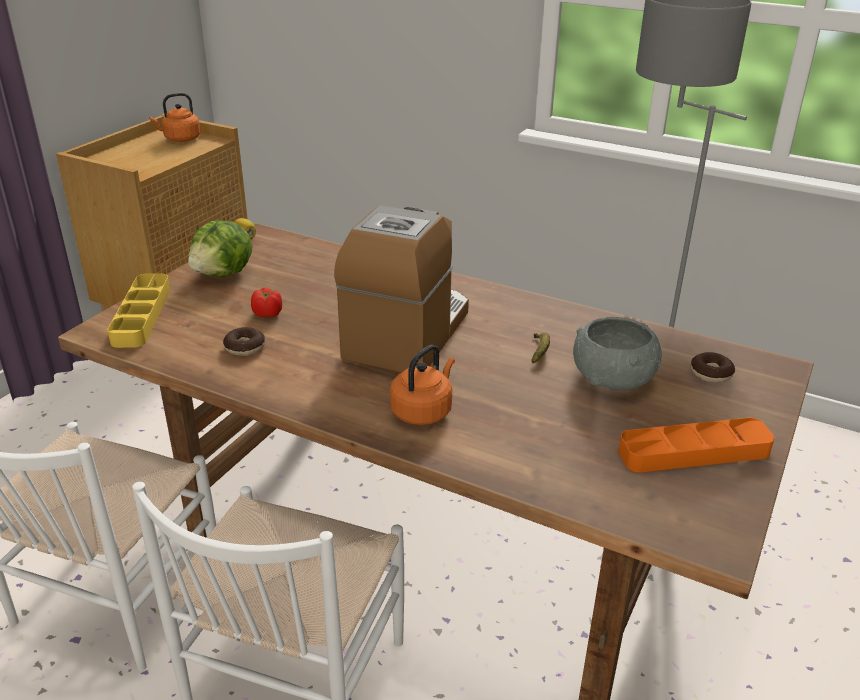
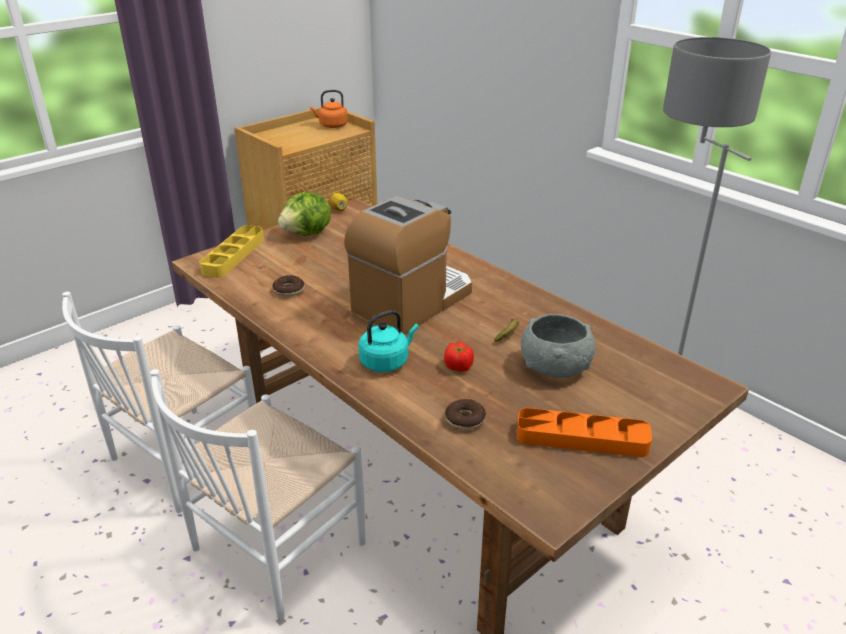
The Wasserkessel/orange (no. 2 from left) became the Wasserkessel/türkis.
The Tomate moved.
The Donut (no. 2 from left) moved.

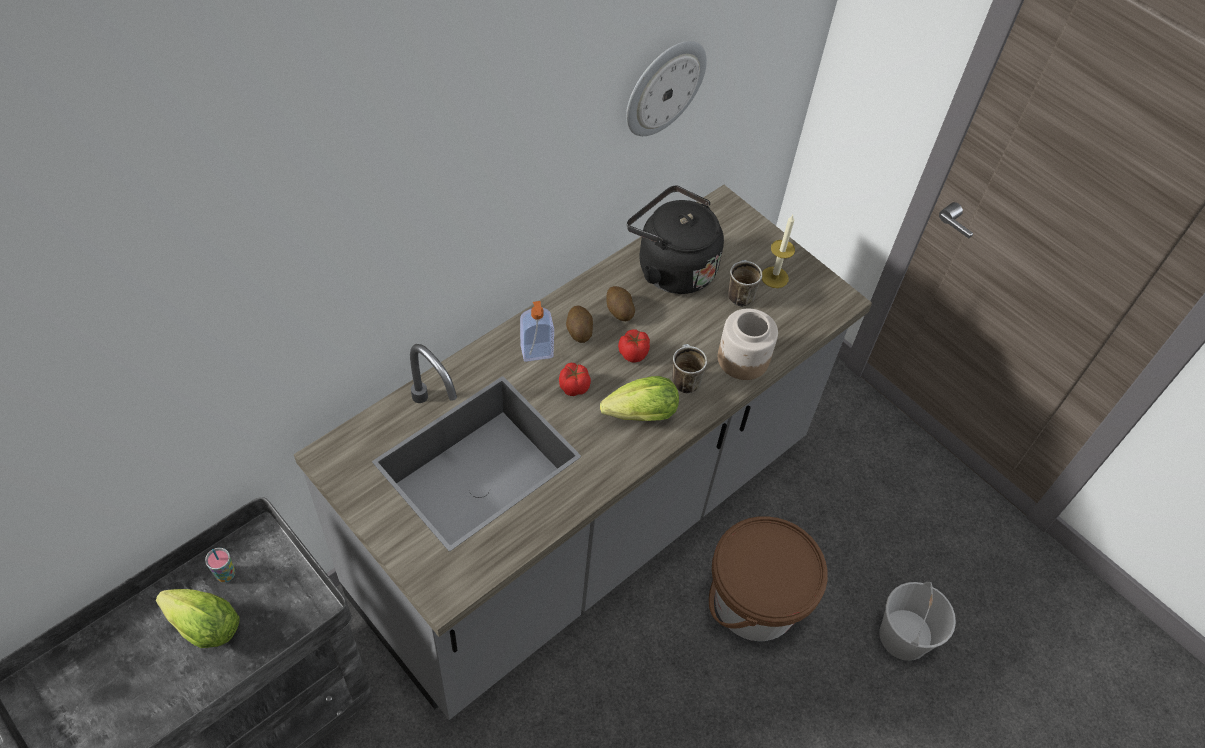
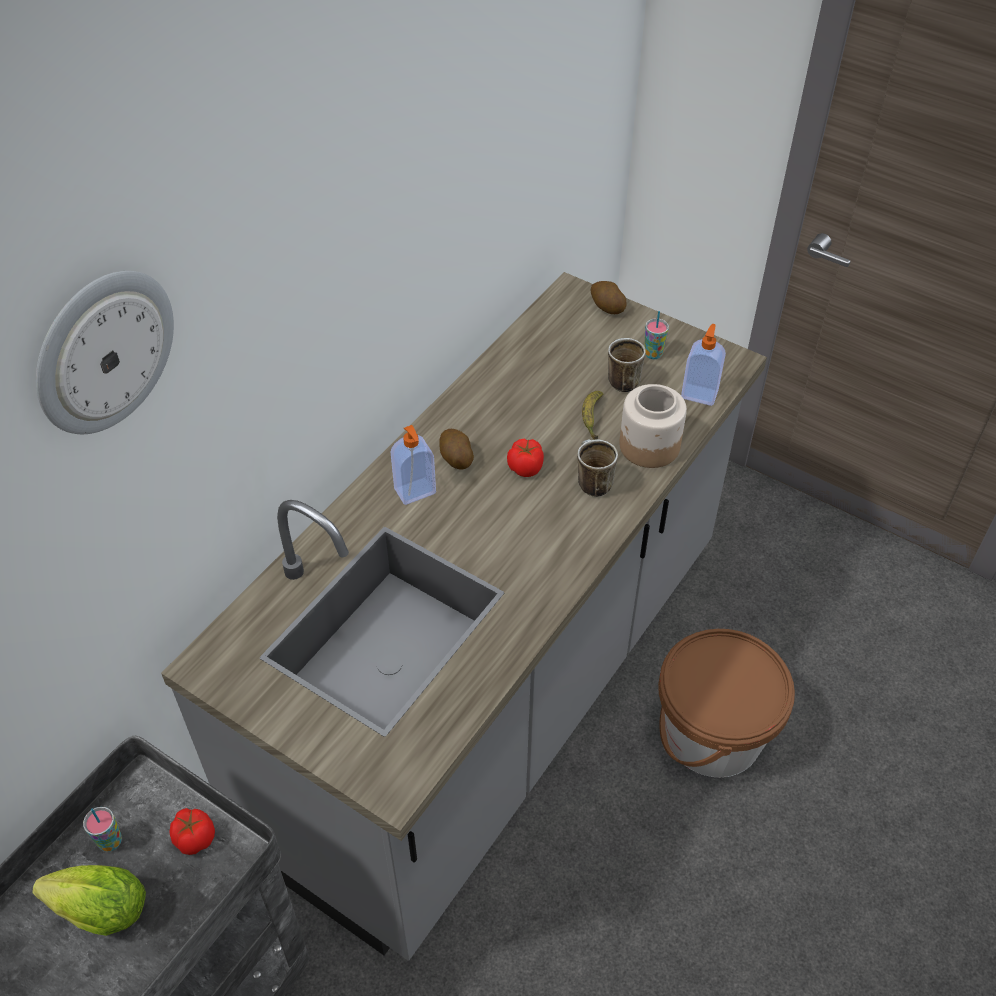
The Wanduhr moved.
The Tomate (no. 1 from left) moved.
The Banane appeared.
The Kartoffel (no. 2 from left) moved.
The Kerze was replaced by the Tasse (no. 2 from left).
The Seifenspender (no. 2 from left) appeared.
The Salatkopf (no. 2 from left) disappeared.
The Wasserkessel/schwarz disappeared.
The Eimer/weiß disappeared.

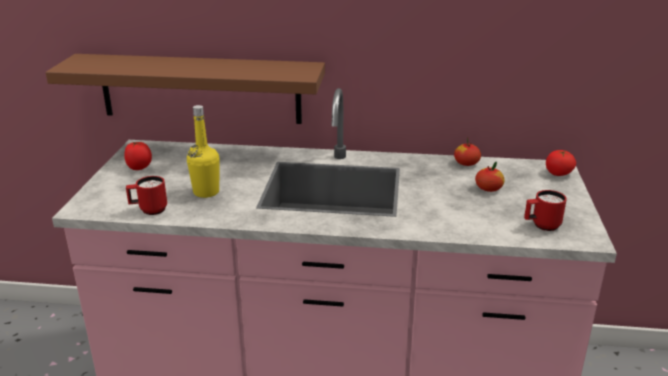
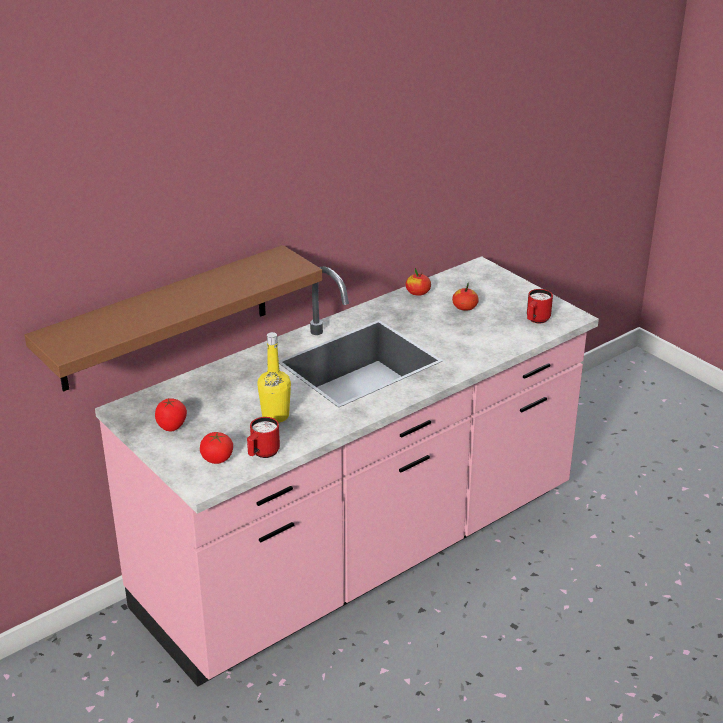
The Tomate (no. 2 from left) moved.

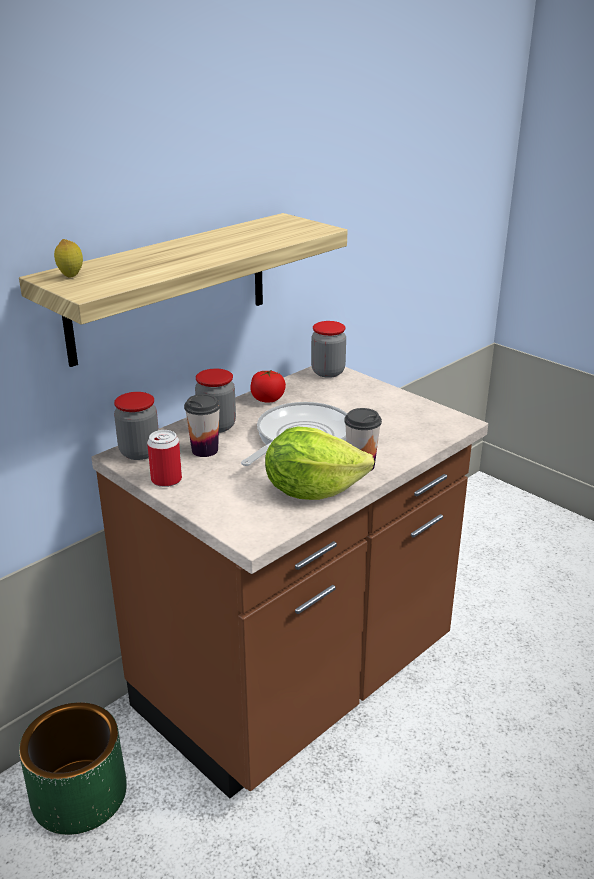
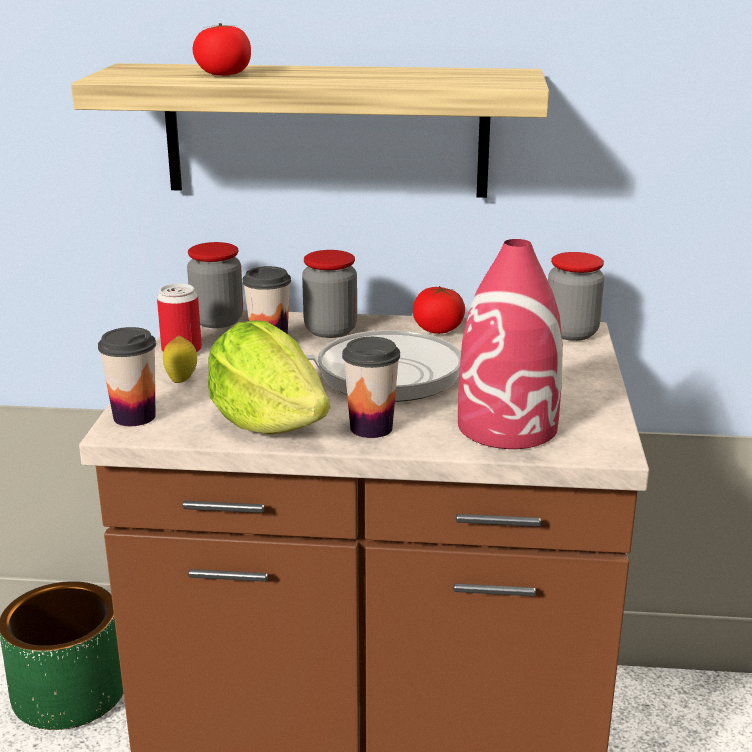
The Tasse (no. 1 from left) appeared.
The Zitrone moved.
The Tomate (no. 1 from left) appeared.
The Vase/rot appeared.

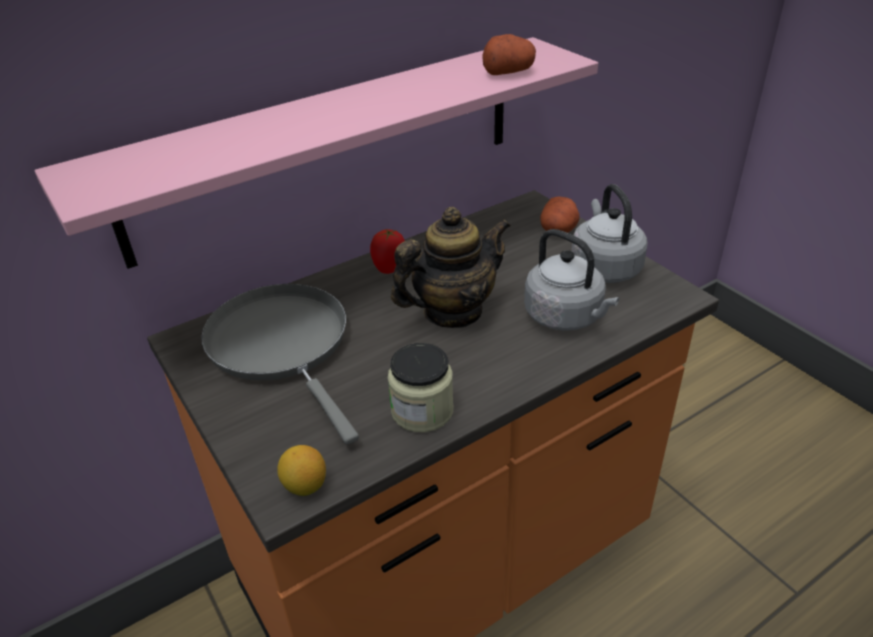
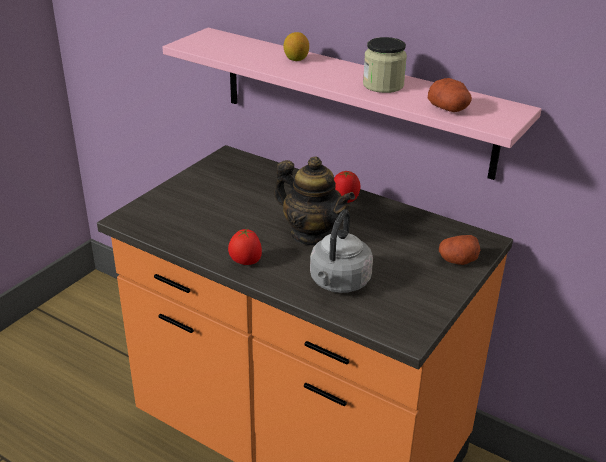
The Tomate (no. 1 from left) appeared.
The Zitrone moved.
The Vorratsglas moved.
The Pfanne/grau disappeared.
The Wasserkessel/grau (no. 2 from left) disappeared.

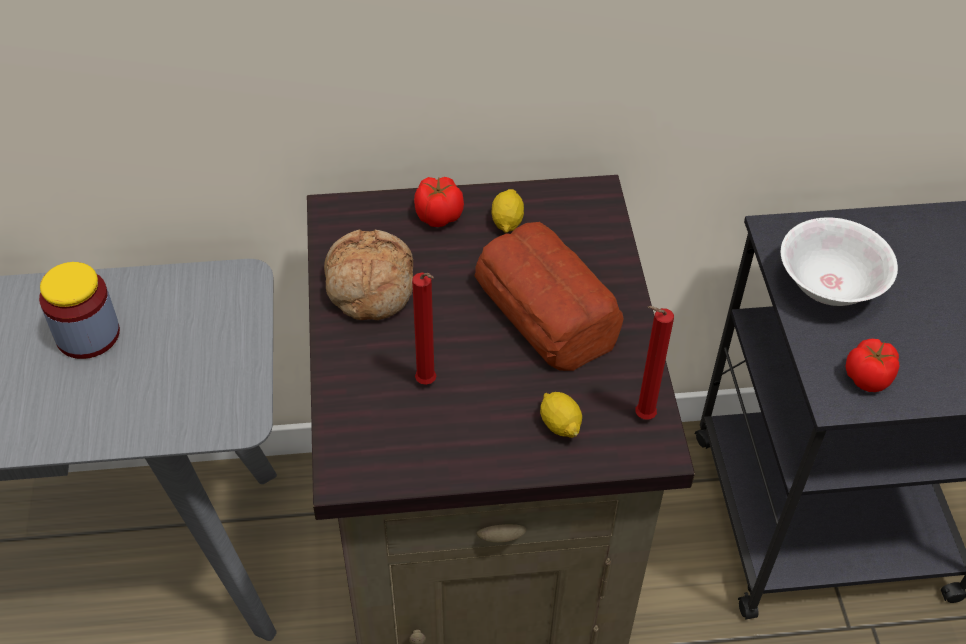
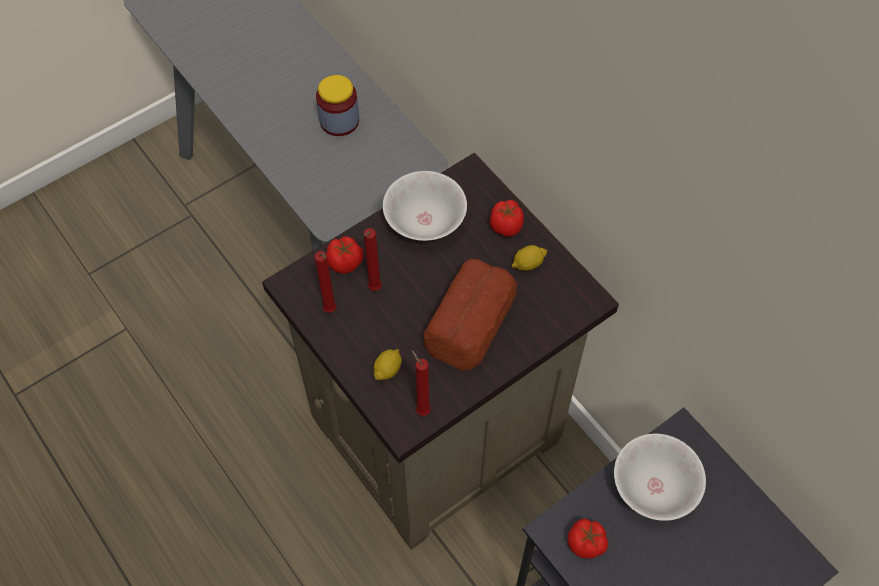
The Kerze/rot (no. 1 from left) appeared.
The Tomate (no. 1 from left) appeared.
The Brot (no. 1 from left) was replaced by the Schüssel/weiß (no. 1 from left).

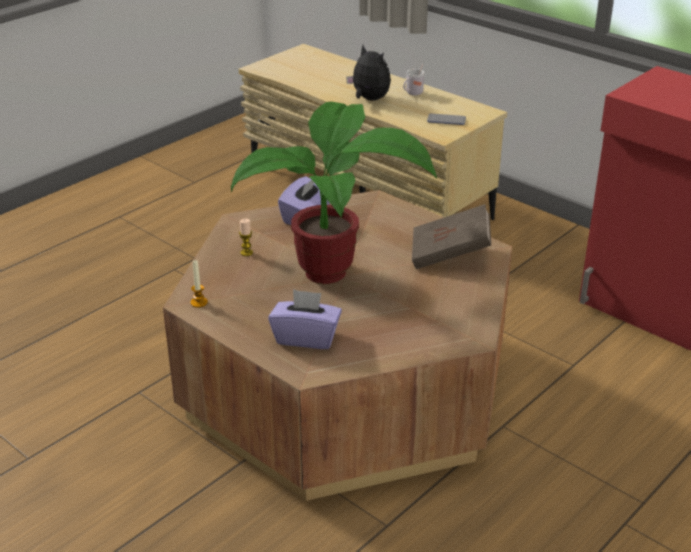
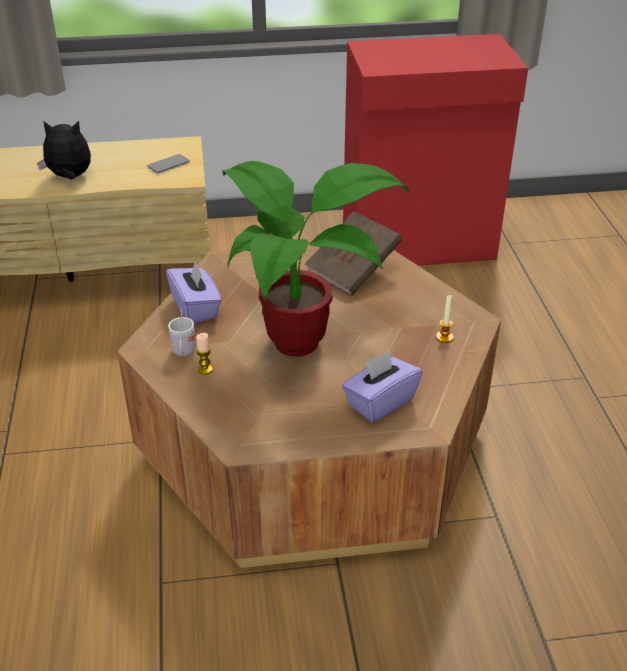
The Henkelbecher/weiß moved.
The Kerze (no. 1 from left in the first image) moved.

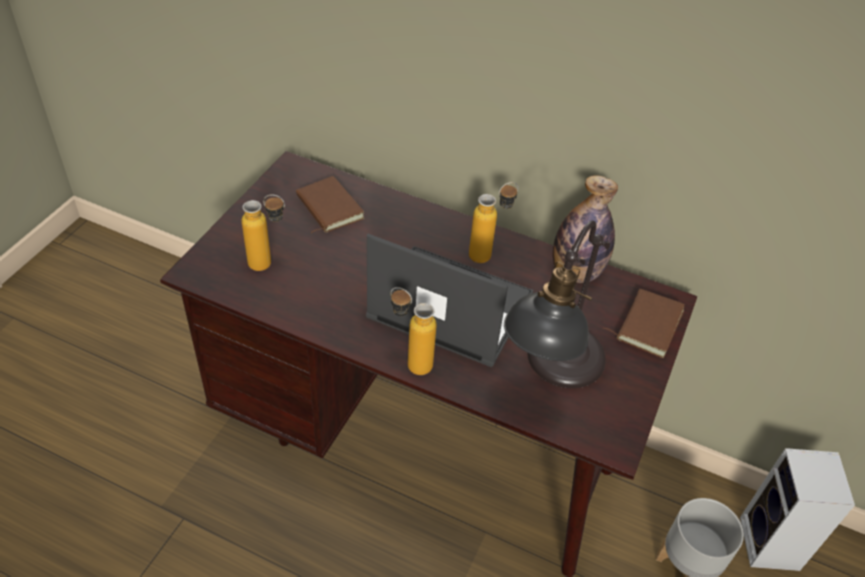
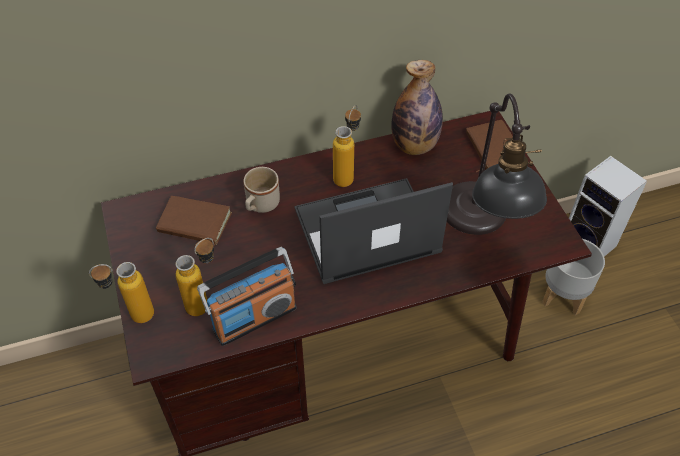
The Flasche (no. 2 from left in the first image) moved.
The Radio appeared.
The Henkelbecher/beige appeared.

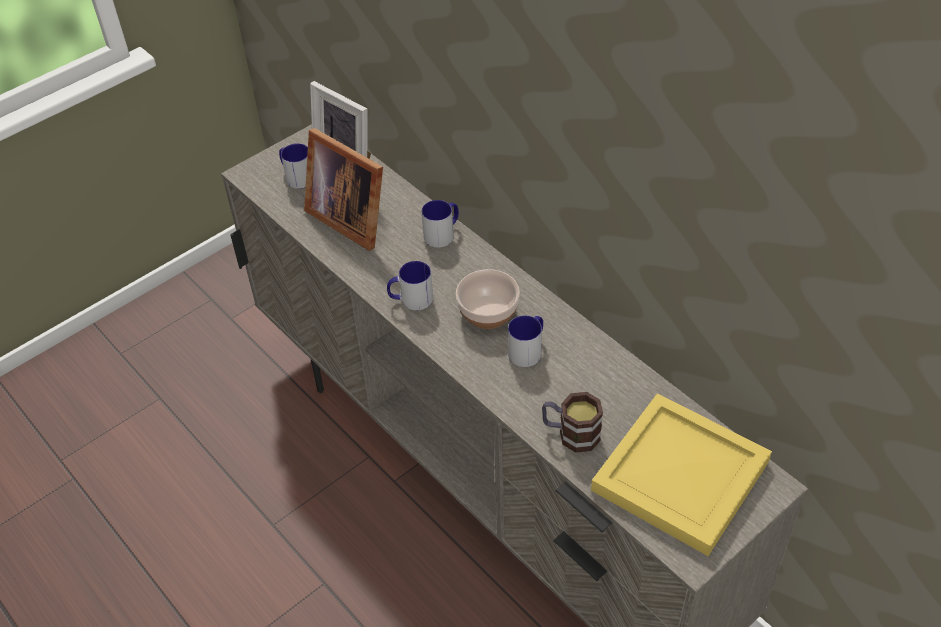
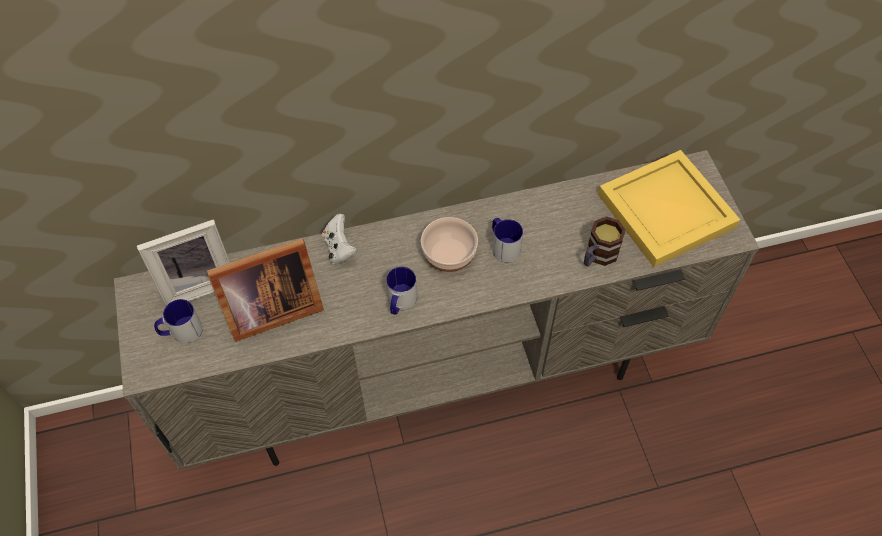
The Henkelbecher (no. 3 from left) was replaced by the Gamepad/weiß.

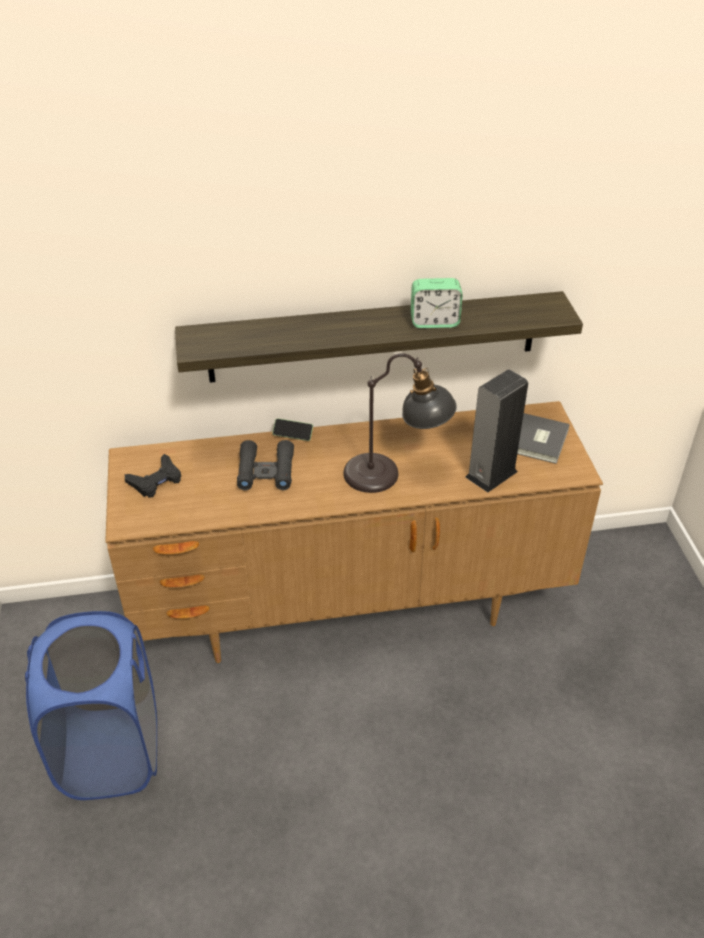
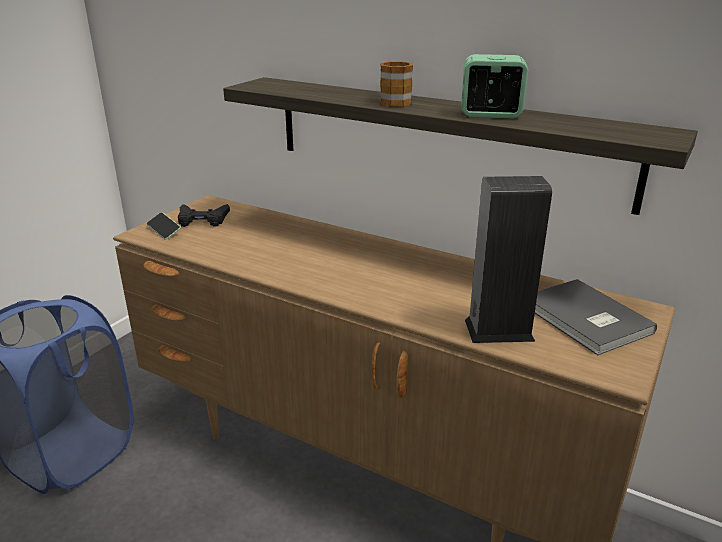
The Handy moved.
The Henkelbecher appeared.
The Wecker turned 150 degrees clockwise.
The Fernglas/schwarz disappeared.
The Tischlampe/grau disappeared.

